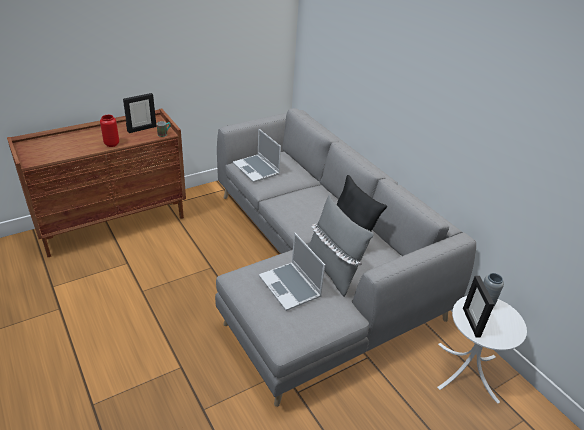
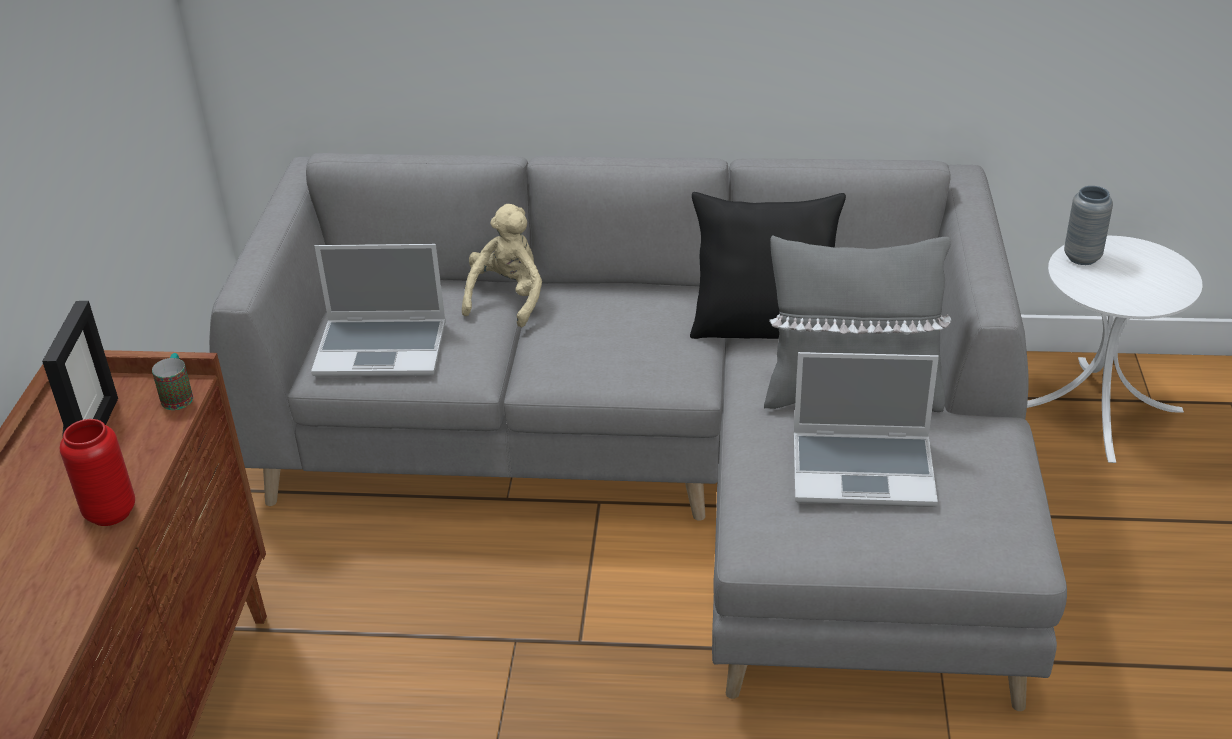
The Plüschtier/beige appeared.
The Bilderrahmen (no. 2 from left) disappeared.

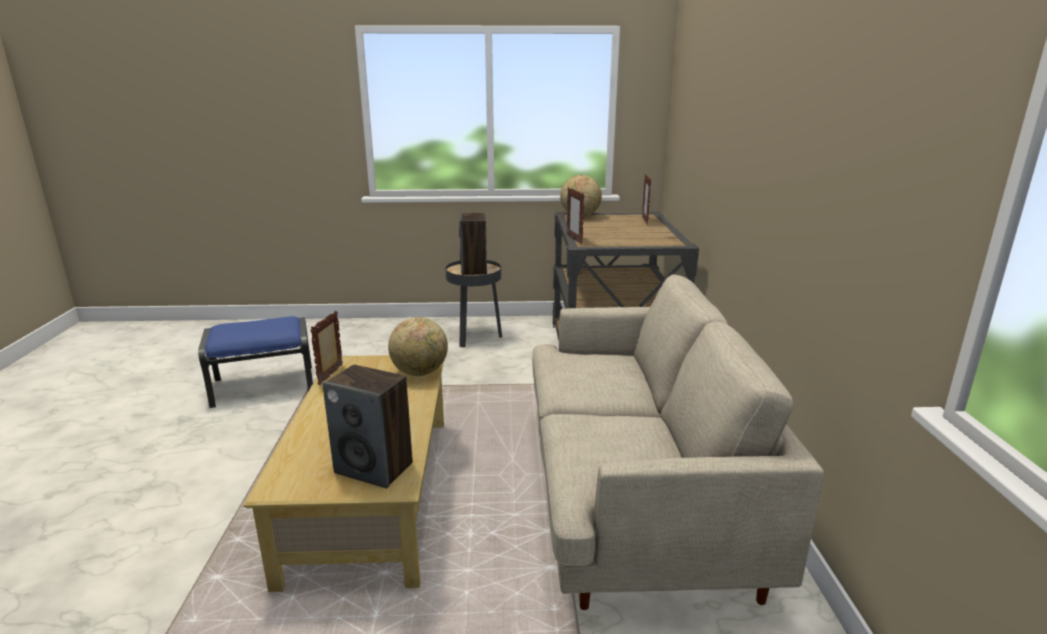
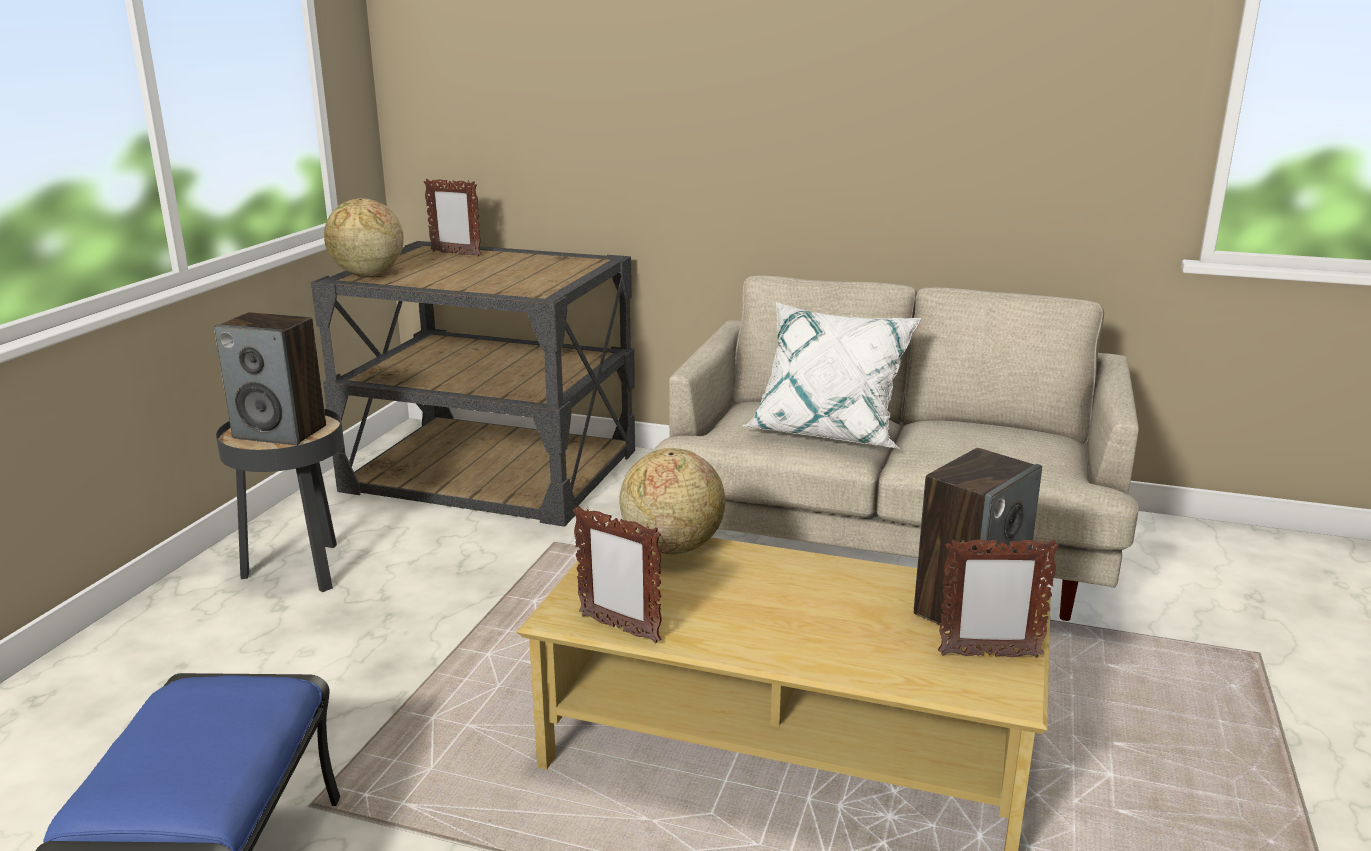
The Kissen/weiß appeared.
The Bilderrahmen (no. 2 from left in the first image) moved.

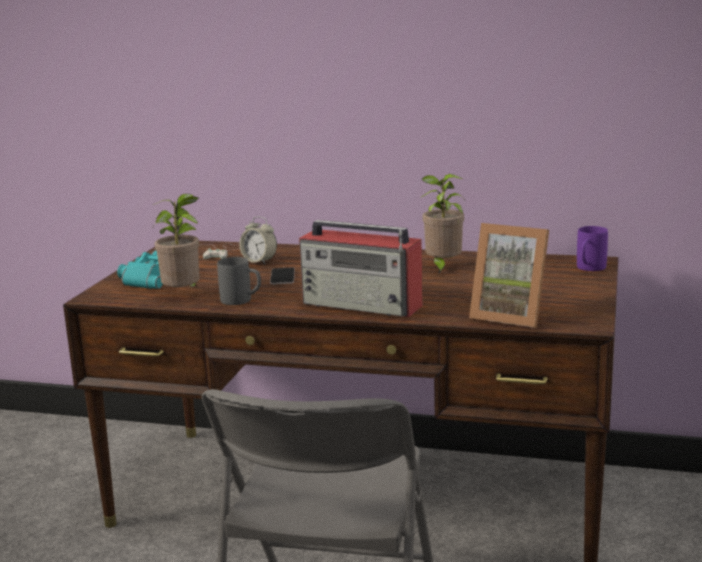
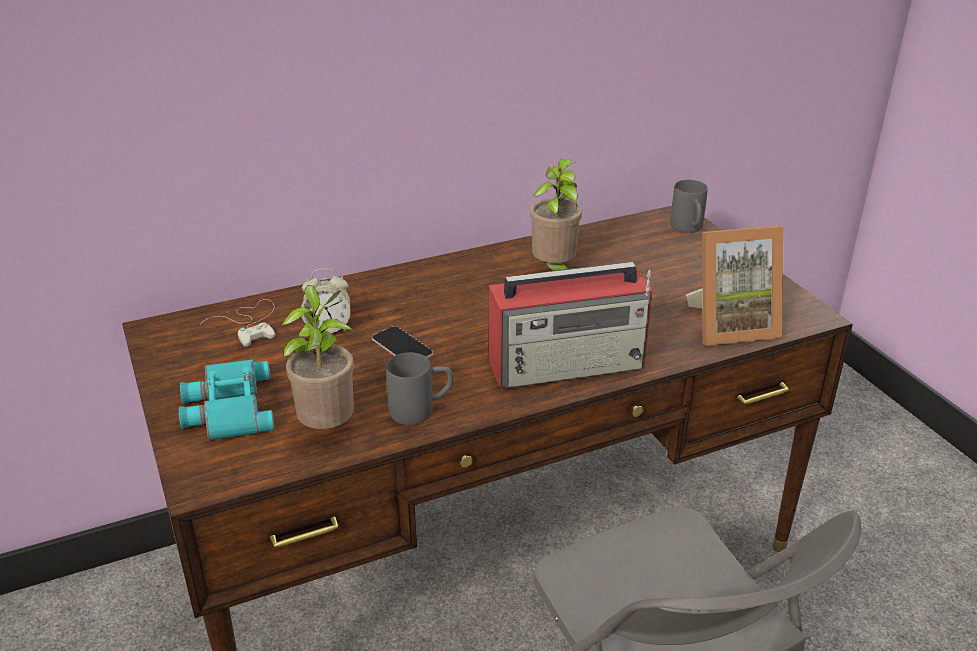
The Henkelbecher/lila became the Henkelbecher/grau (no. 2 from left).

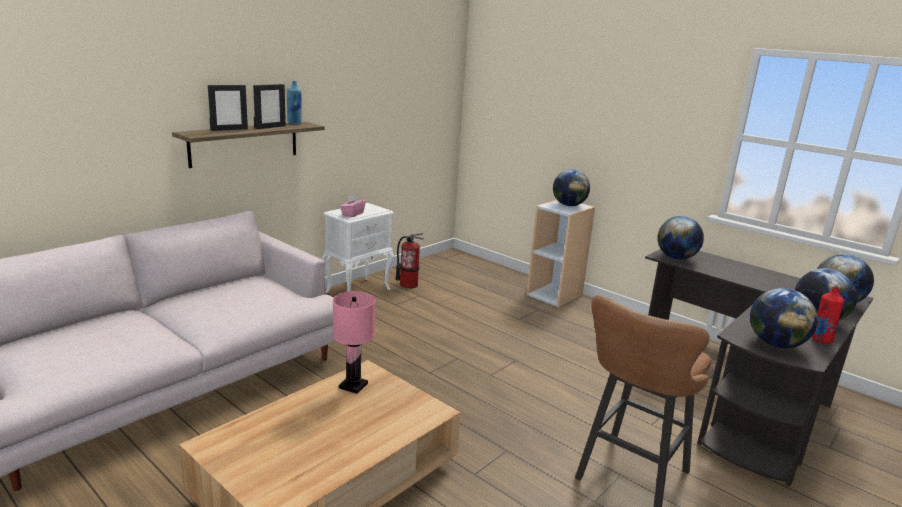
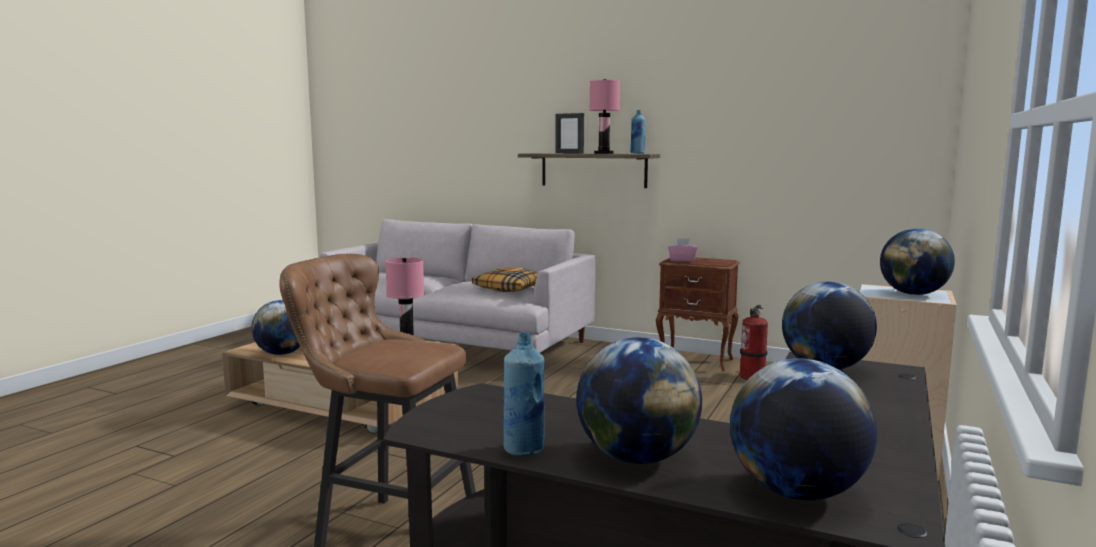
The Globus (no. 3 from left in the first image) moved.
The Kissen appeared.
The Flasche/rot became the Flasche/blau (no. 1 from left).
The Bilderrahmen (no. 2 from left) was replaced by the Tischlampe/rosa (no. 2 from left).
The Nachttisch/weiß became the Nachttisch/braun.

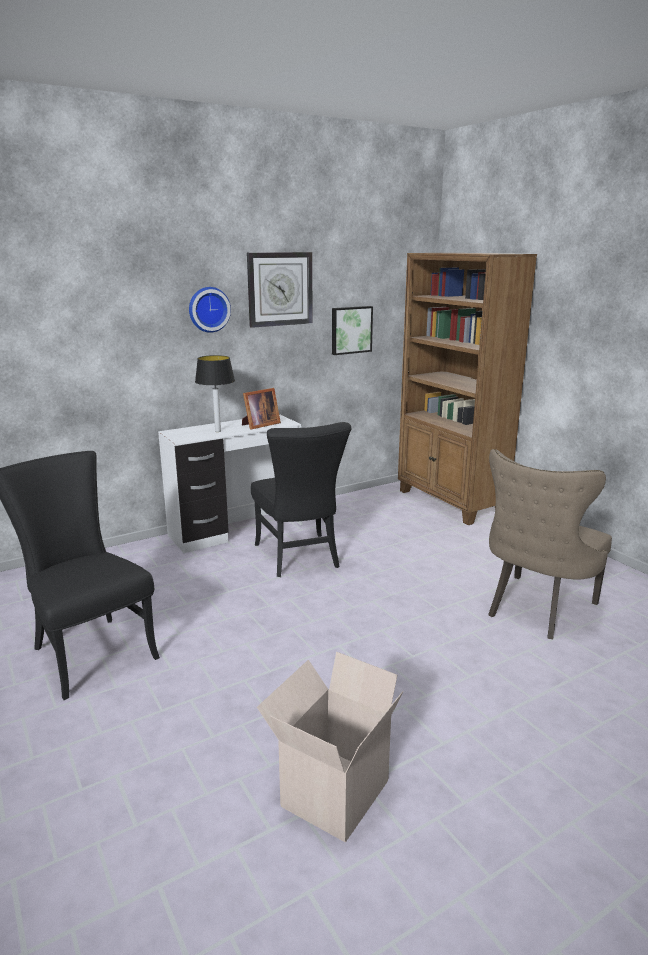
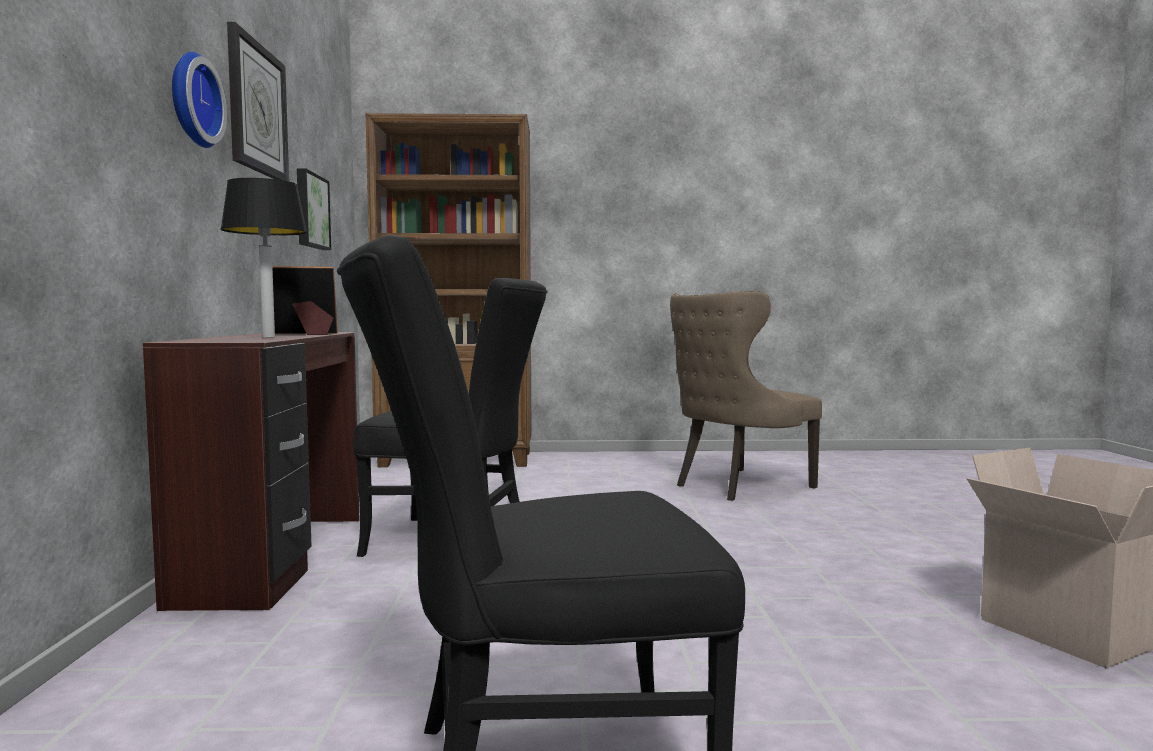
The Schreibtisch/weiß became the Schreibtisch/braun.
The Bilderrahmen turned 90 degrees counterclockwise.
The Stuhl/beige turned 75 degrees clockwise.

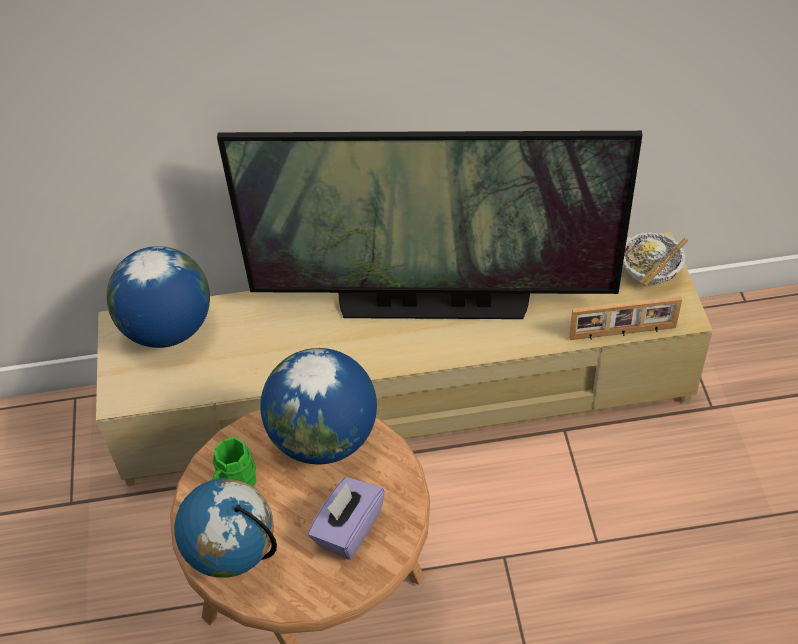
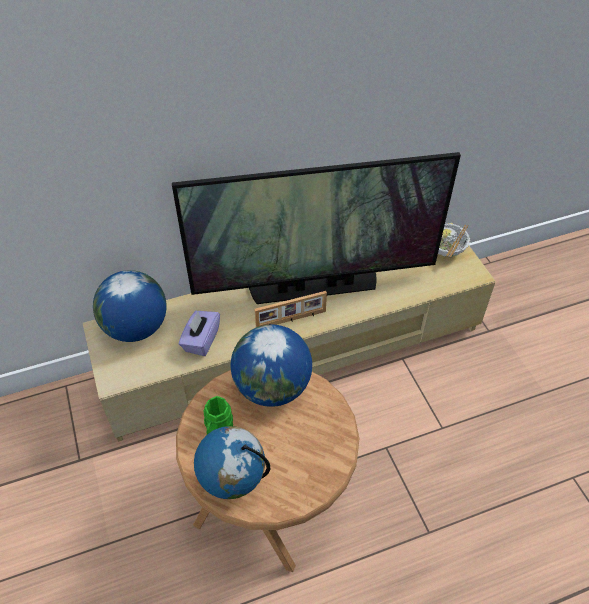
The Taschentuchbox/lila moved.
The Bilderrahmen moved.

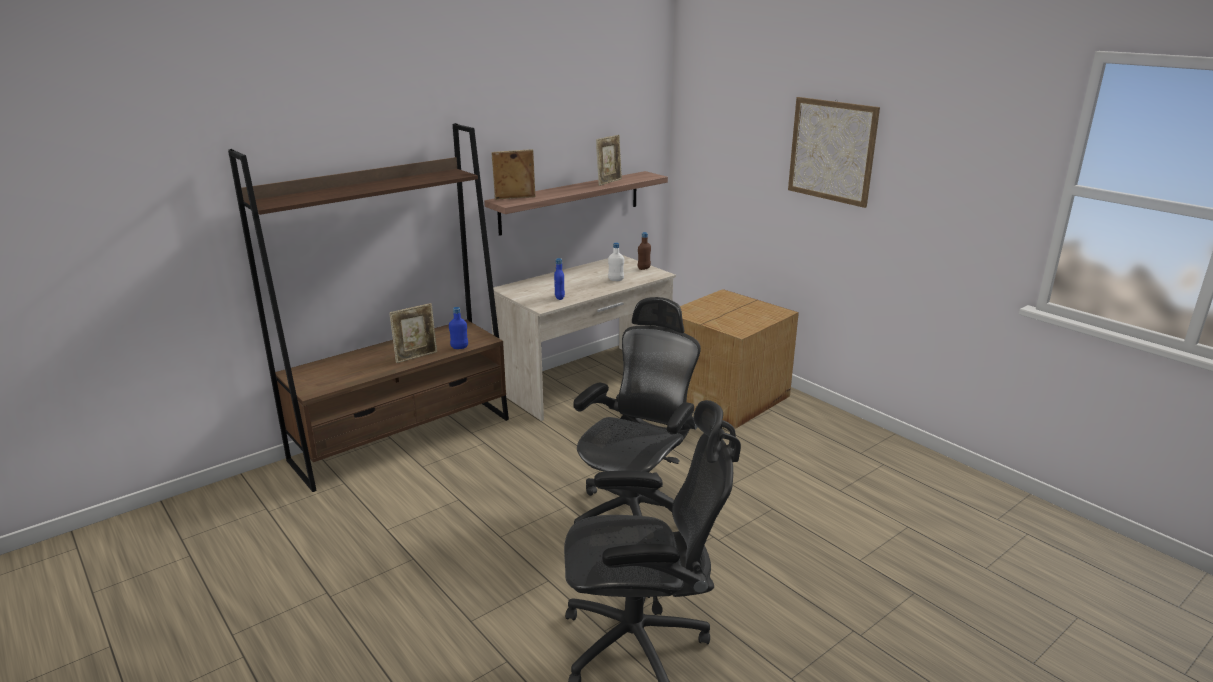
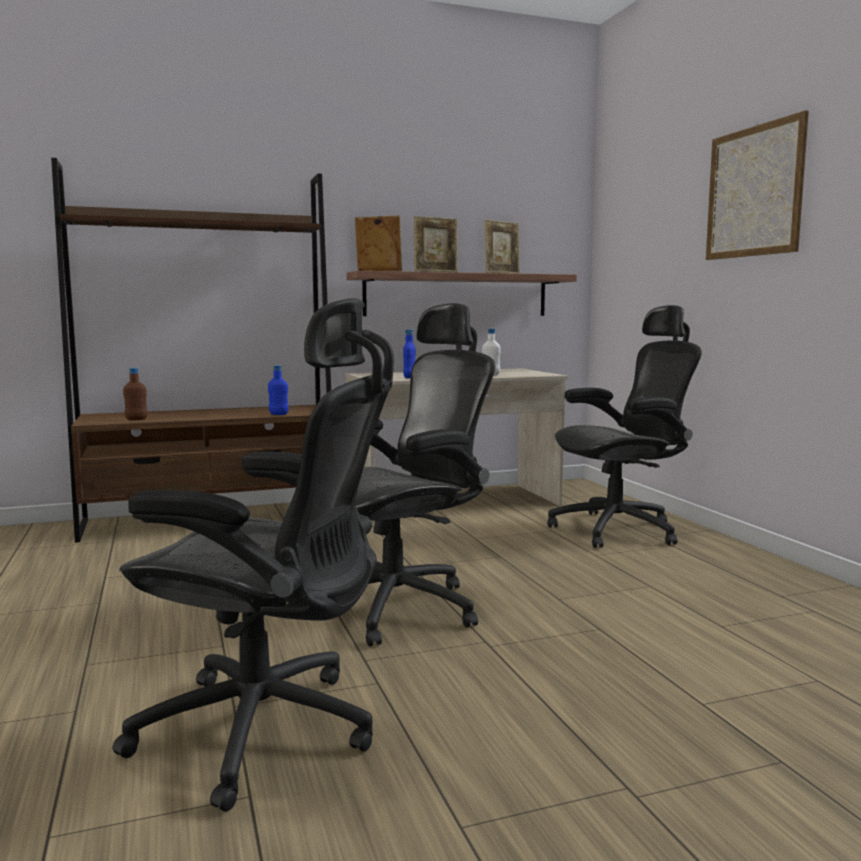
The Flasche/braun moved.
The Bilderrahmen (no. 1 from left in the first image) moved.
The Karton was replaced by the Bürostuhl (no. 3 from left).

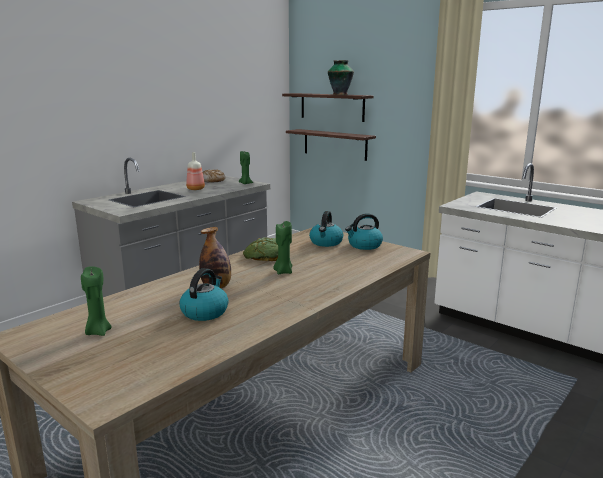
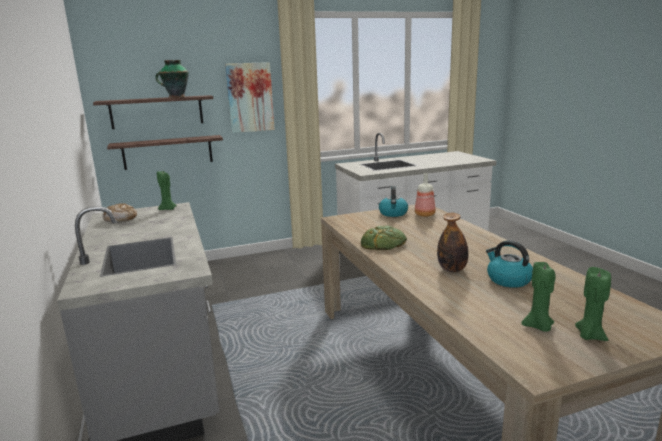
The Bild appeared.
The Flasche (no. 1 from left) moved.
The Kerze/grün (no. 3 from left) moved.
The Wasserkessel (no. 2 from left) disappeared.

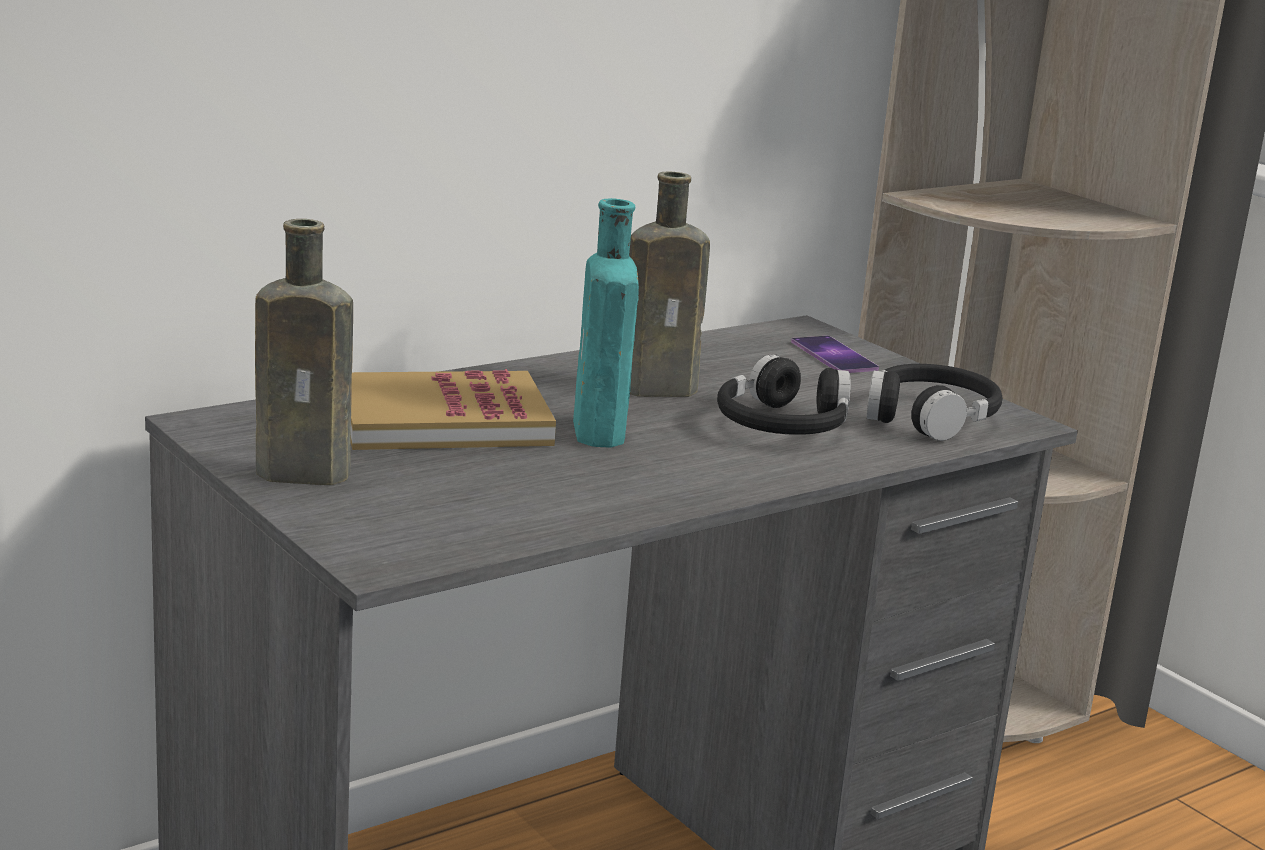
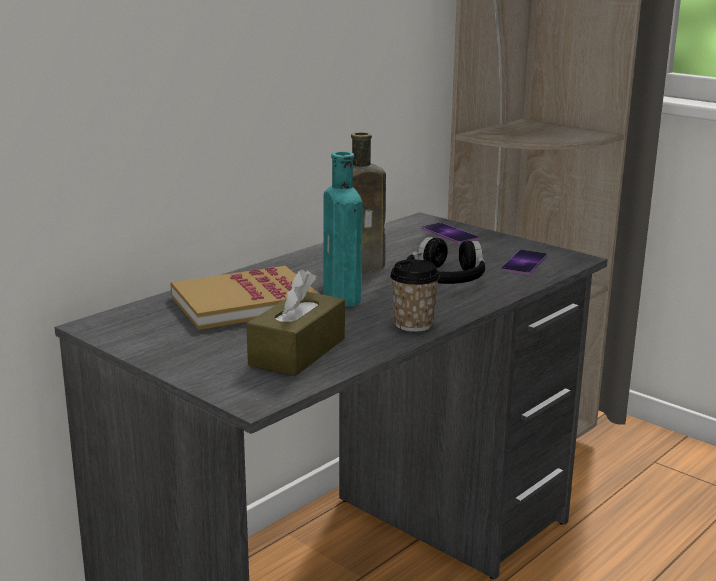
The Taschentuchbox/braun appeared.
The Tasse appeared.
The Kopfhörer/schwarz (no. 2 from left) was replaced by the Handy (no. 2 from left).
The Flasche/braun (no. 1 from left) disappeared.

